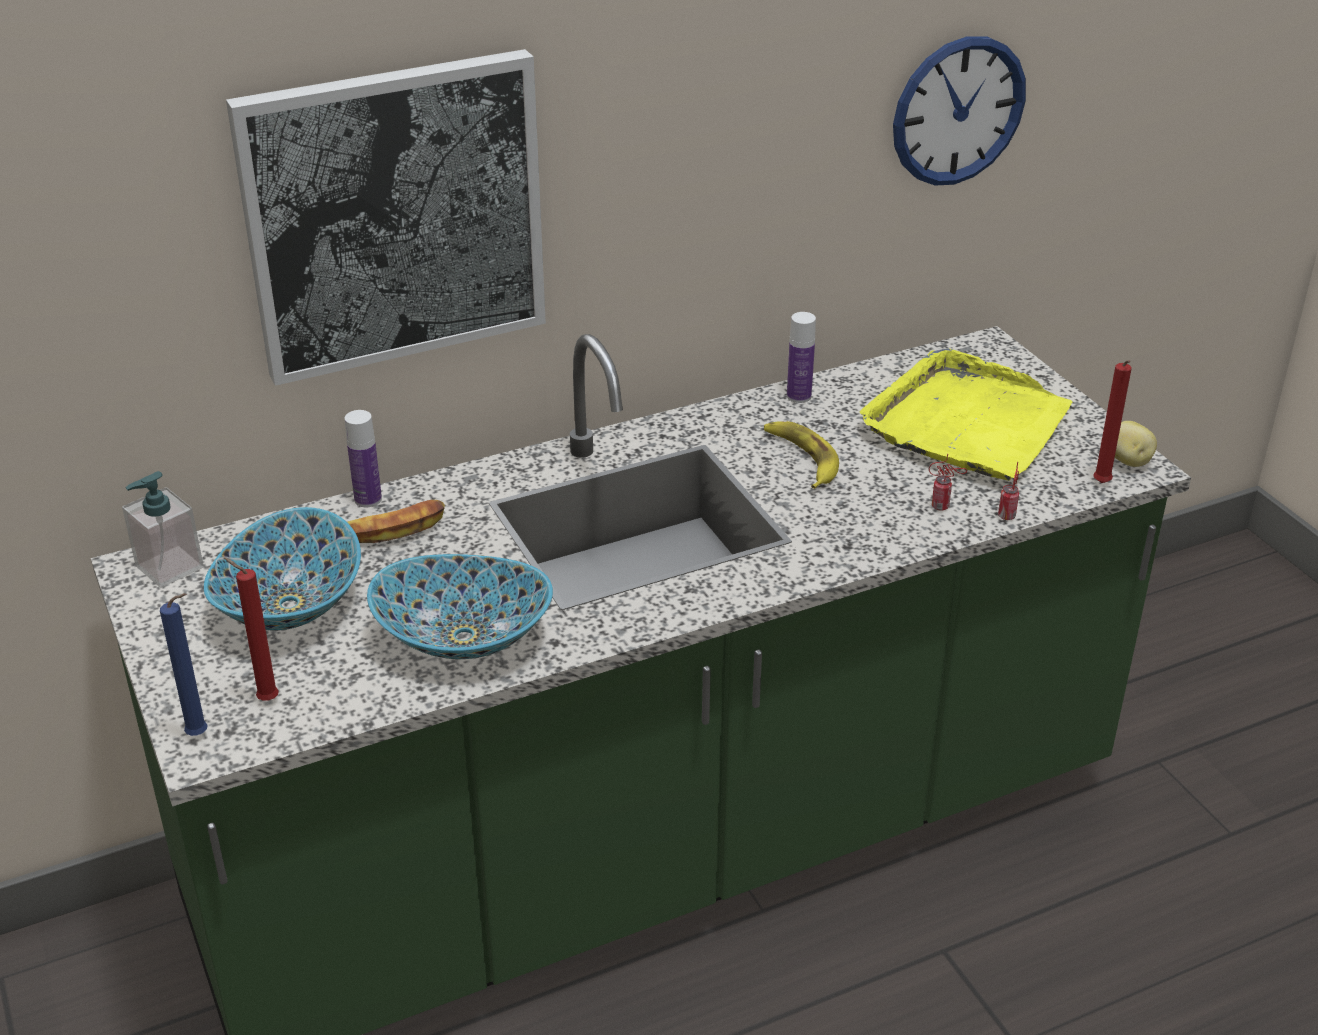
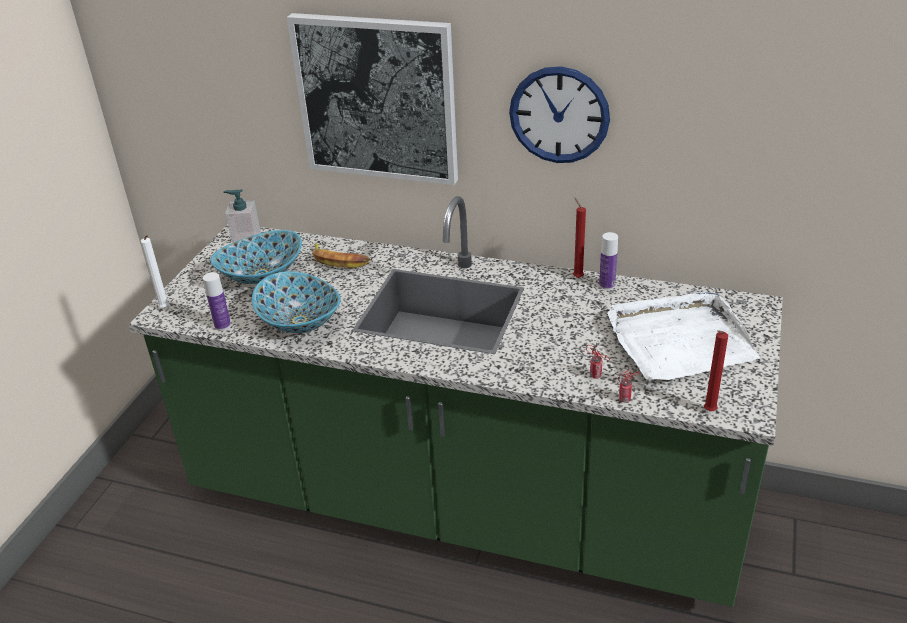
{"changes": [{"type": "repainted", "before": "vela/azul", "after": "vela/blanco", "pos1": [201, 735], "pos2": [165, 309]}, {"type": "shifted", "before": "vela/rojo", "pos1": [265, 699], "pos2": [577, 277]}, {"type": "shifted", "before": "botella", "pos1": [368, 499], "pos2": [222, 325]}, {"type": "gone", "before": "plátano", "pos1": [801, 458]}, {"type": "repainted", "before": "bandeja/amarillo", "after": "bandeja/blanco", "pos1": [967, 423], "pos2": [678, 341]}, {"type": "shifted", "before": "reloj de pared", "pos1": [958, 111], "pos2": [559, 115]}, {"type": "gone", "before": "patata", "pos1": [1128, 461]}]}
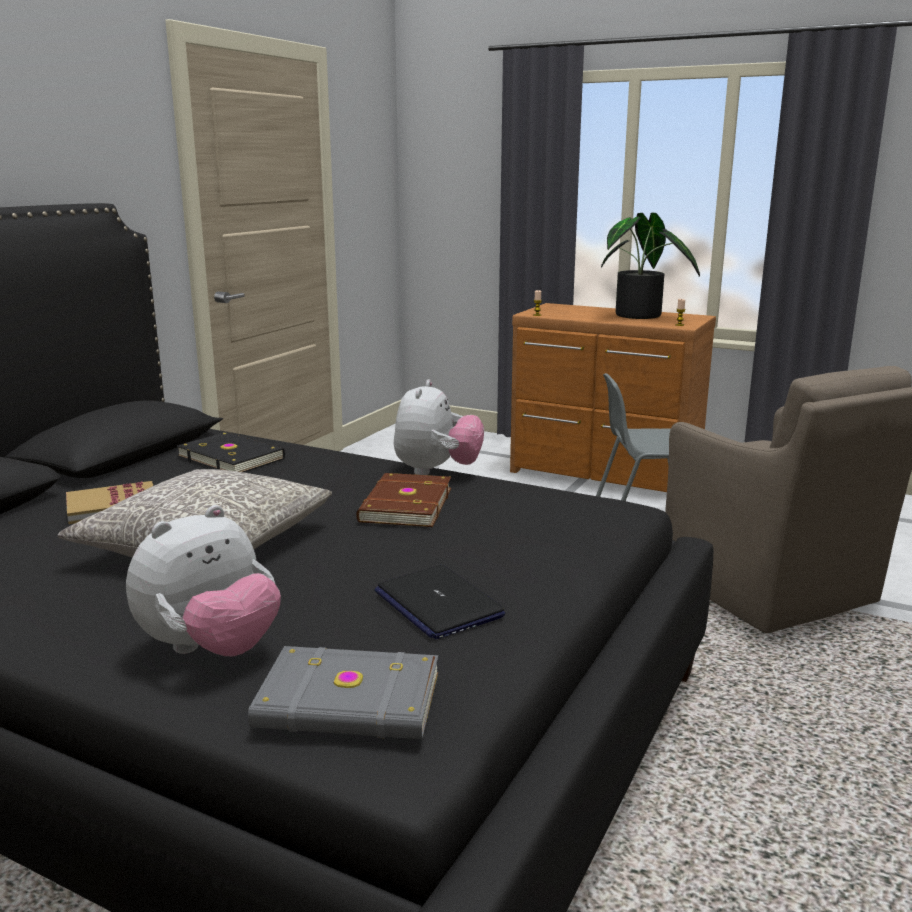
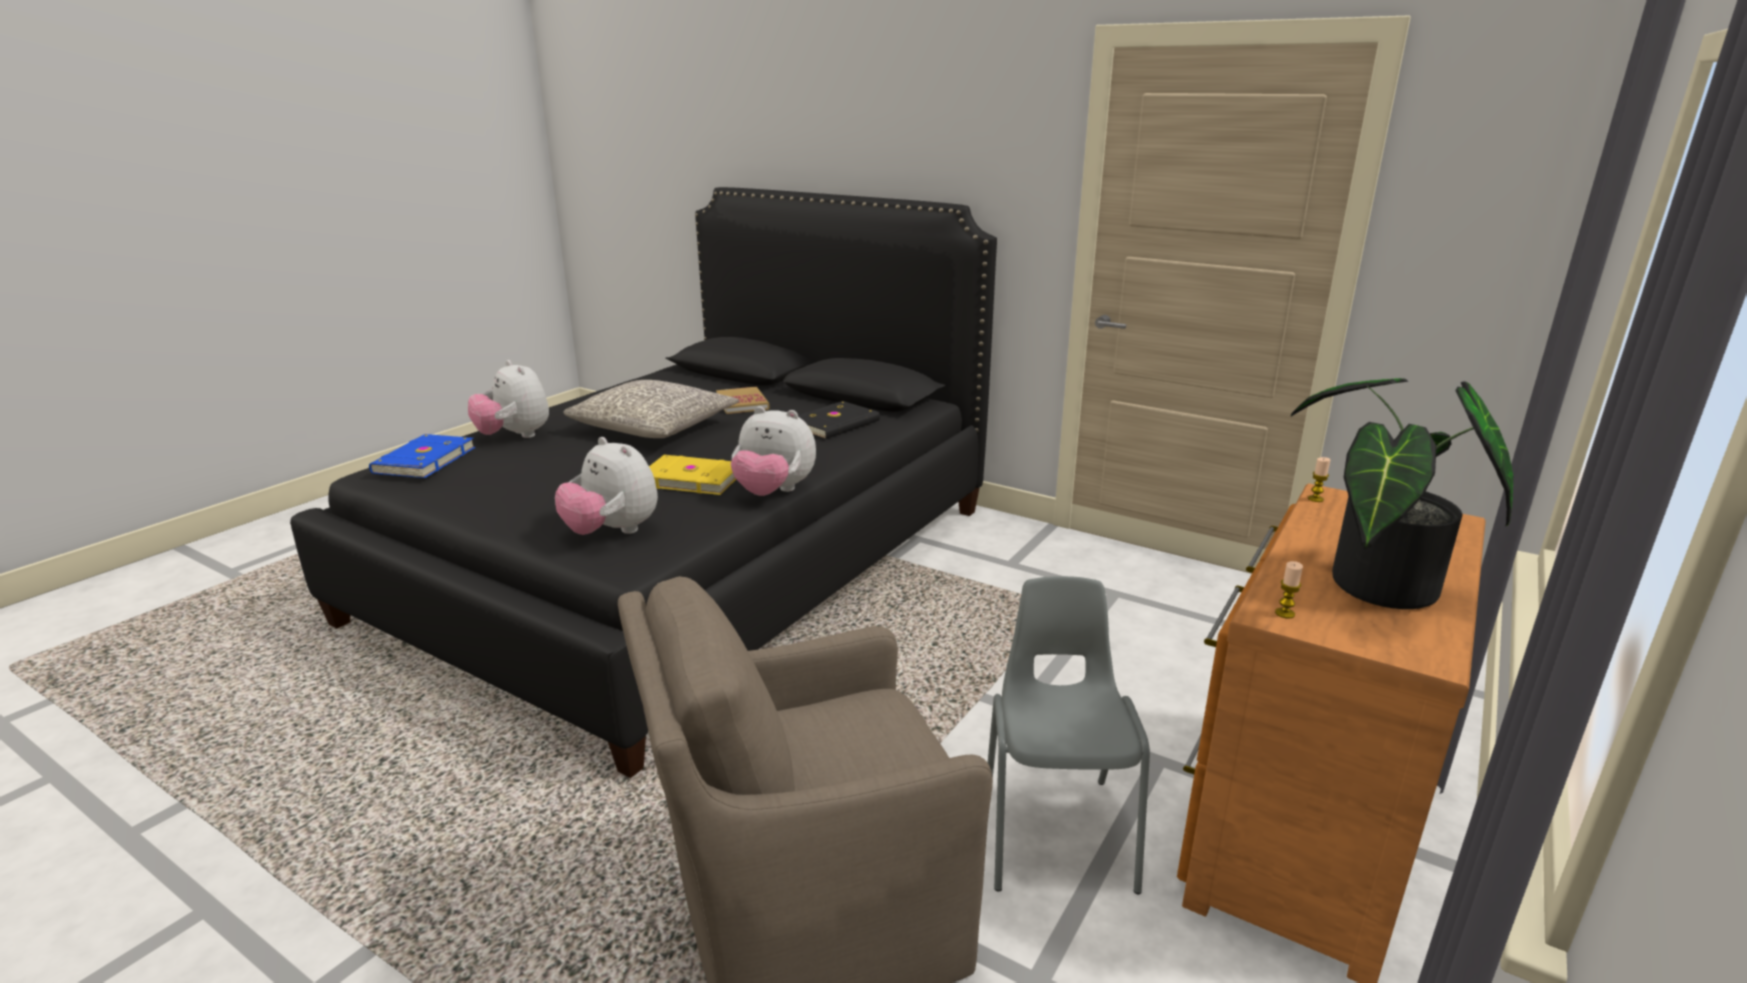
{"changes": [{"type": "repainted", "before": "libro/gris", "after": "libro/azul", "pos1": [349, 702], "pos2": [422, 460]}, {"type": "repainted", "before": "libro/marrón", "after": "libro/amarillo", "pos1": [404, 505], "pos2": [692, 478]}, {"type": "gone", "before": "portátil", "pos1": [437, 604]}, {"type": "new", "after": "peluche", "pos2": [612, 532]}]}
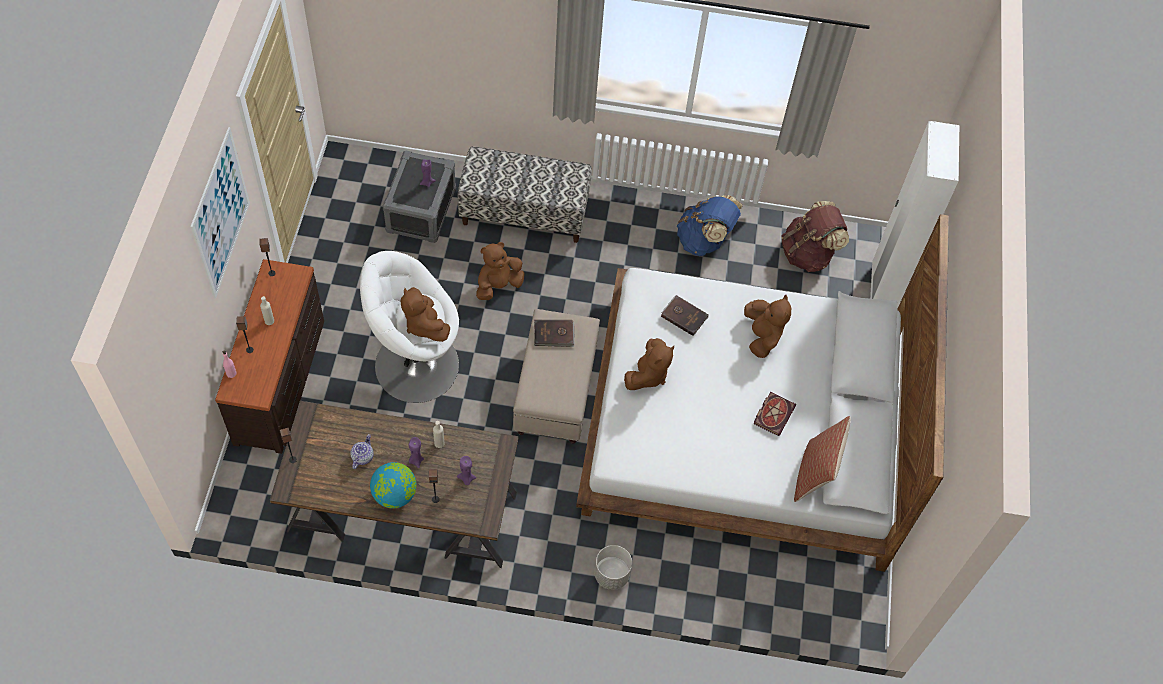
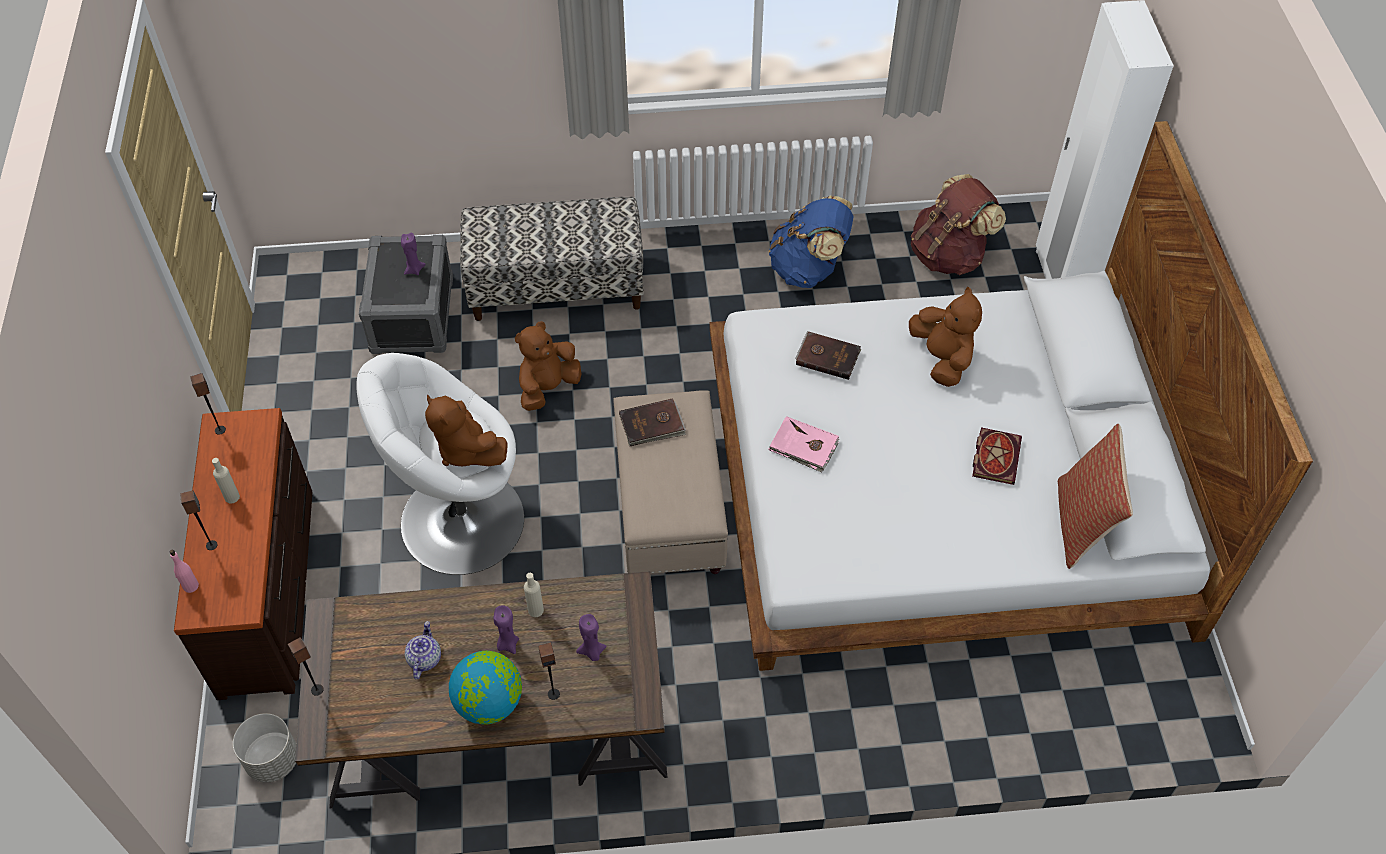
{"changes": [{"type": "gone", "before": "cuadro", "pos1": [221, 213]}, {"type": "shifted", "before": "maceta/gris", "pos1": [611, 575], "pos2": [272, 760]}, {"type": "swapped", "before": "peluche/marrón", "after": "libro/rosa", "pos1": [648, 375], "pos2": [804, 446]}]}
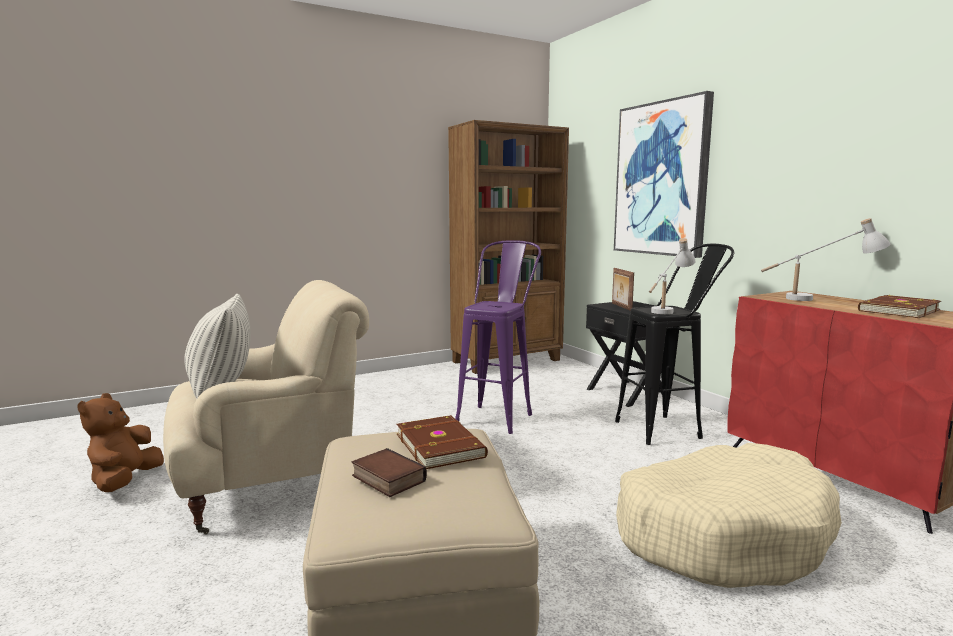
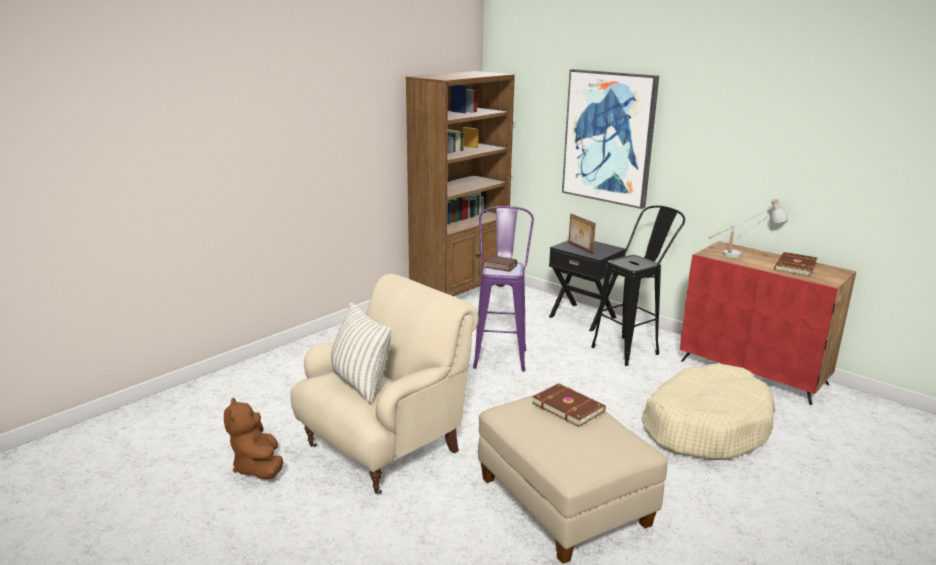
{"changes": [{"type": "shifted", "before": "libro", "pos1": [386, 479], "pos2": [500, 267]}, {"type": "gone", "before": "lámpara de mesa/blanco", "pos1": [668, 310]}]}
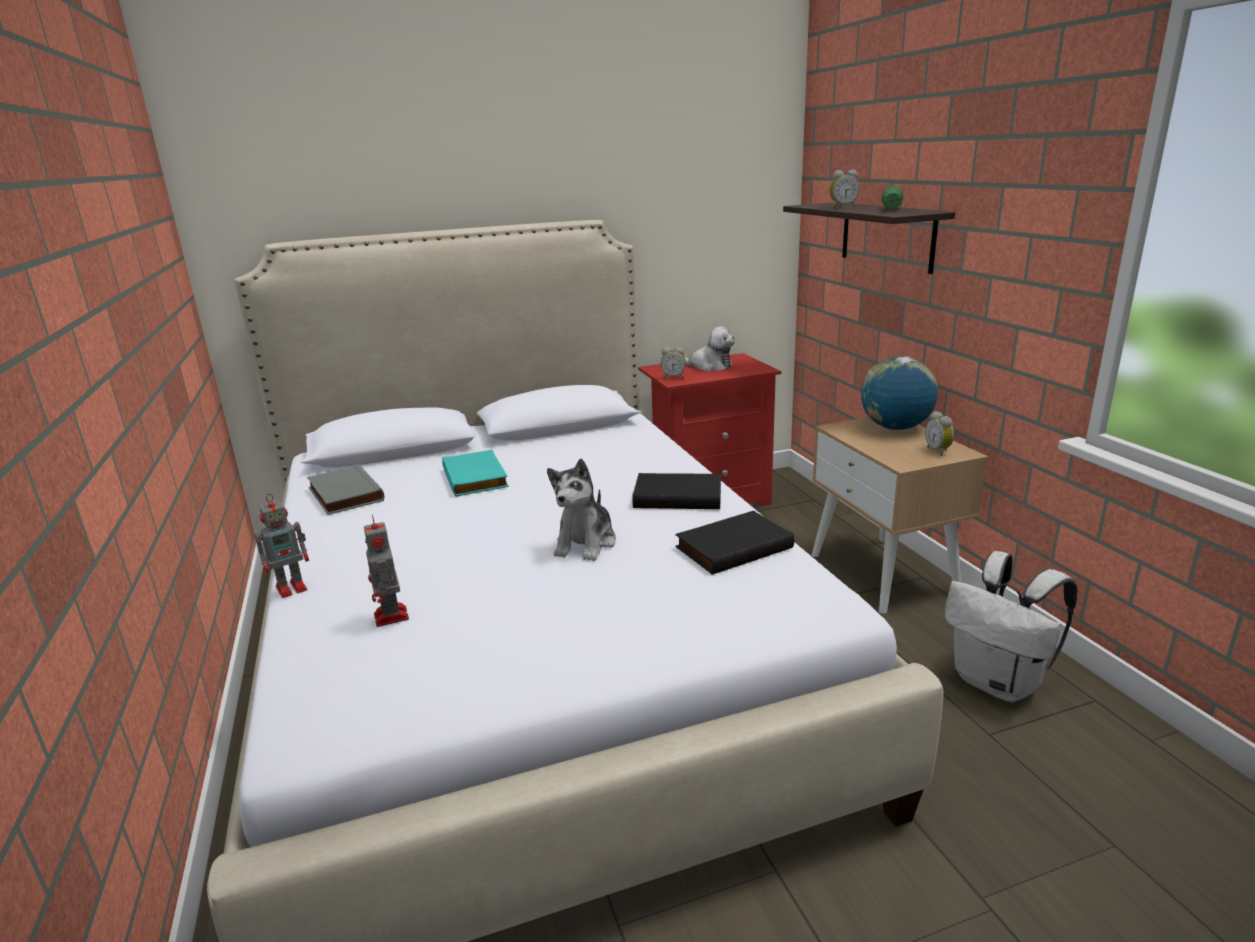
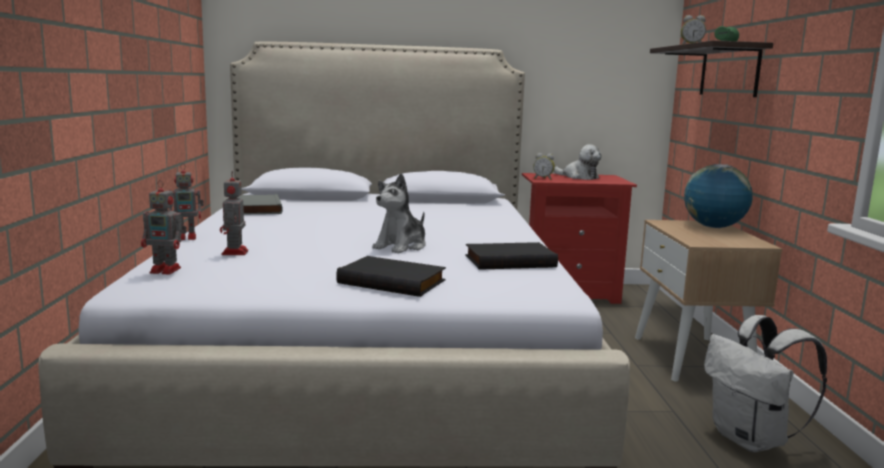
{"changes": [{"type": "gone", "before": "libro/turquesa", "pos1": [477, 477]}, {"type": "shifted", "before": "libro/negro", "pos1": [678, 496], "pos2": [393, 281]}, {"type": "gone", "before": "despertador", "pos1": [939, 451]}, {"type": "new", "after": "robot de juguete", "pos2": [167, 270]}]}
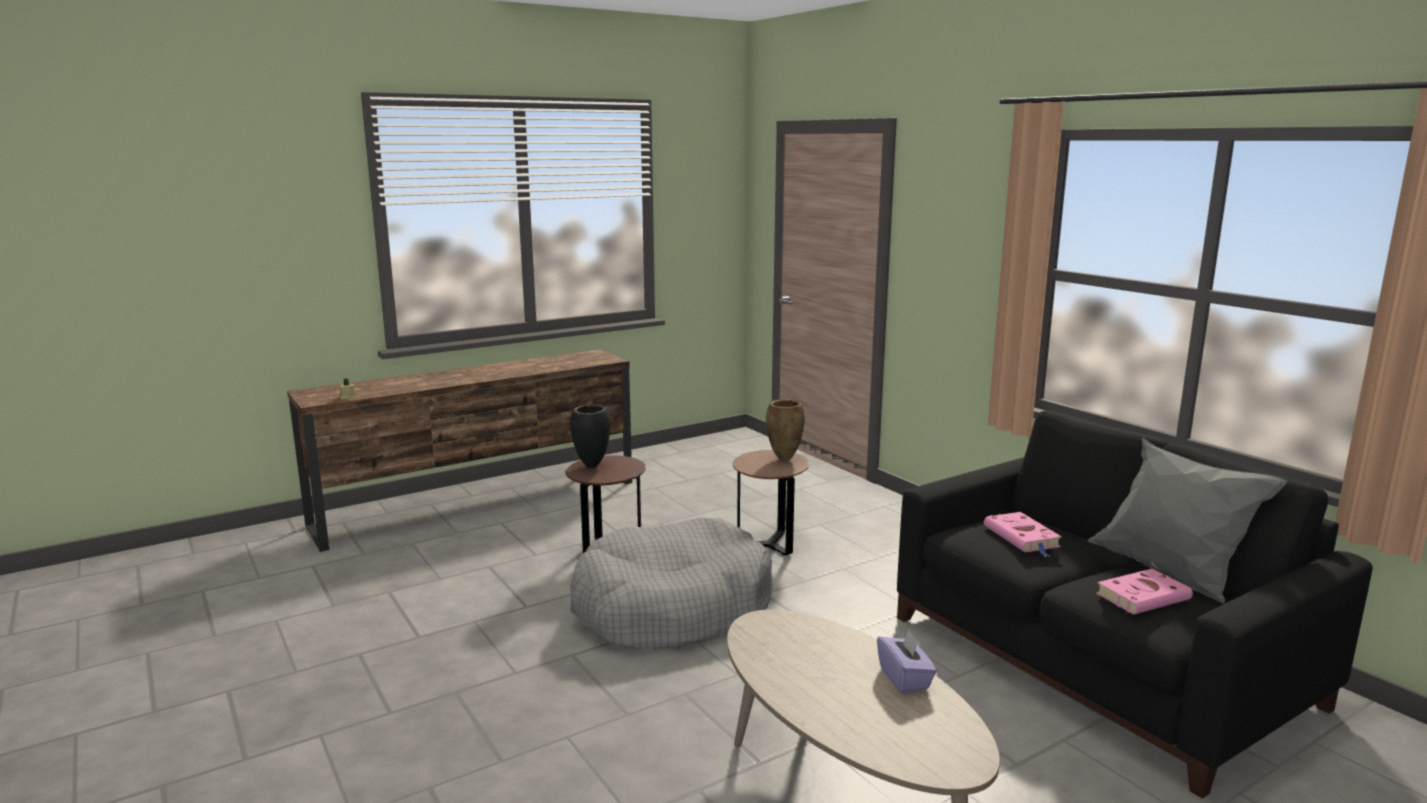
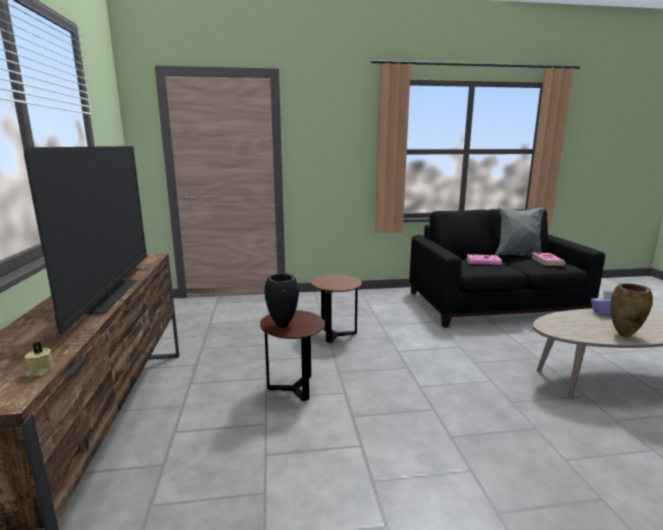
{"changes": [{"type": "gone", "before": "cama para perro/gris", "pos1": [672, 608]}, {"type": "shifted", "before": "florero/marrón", "pos1": [783, 460], "pos2": [624, 336]}, {"type": "new", "after": "televisor", "pos2": [113, 296]}]}
